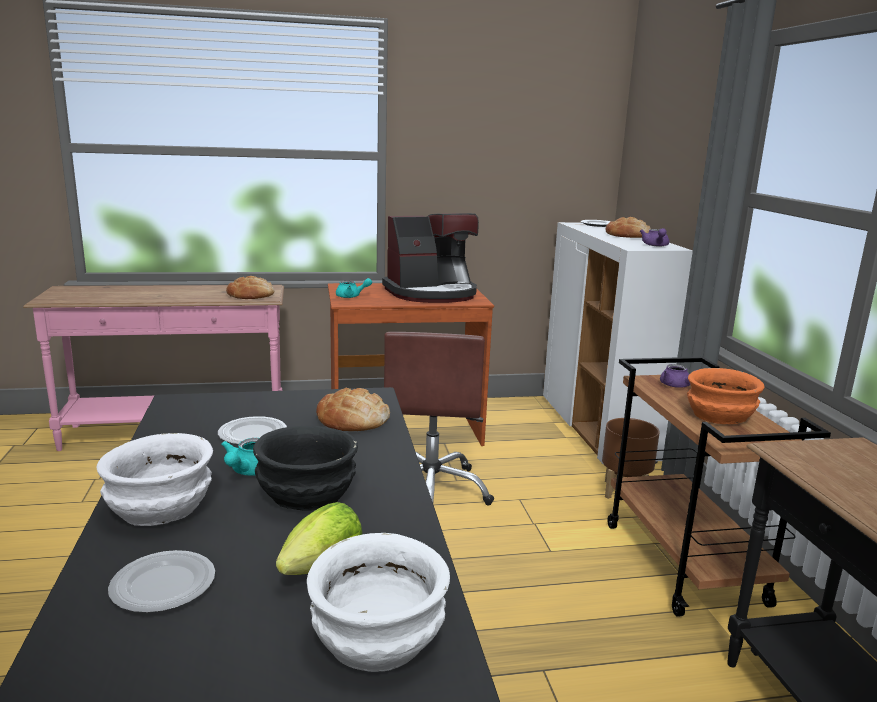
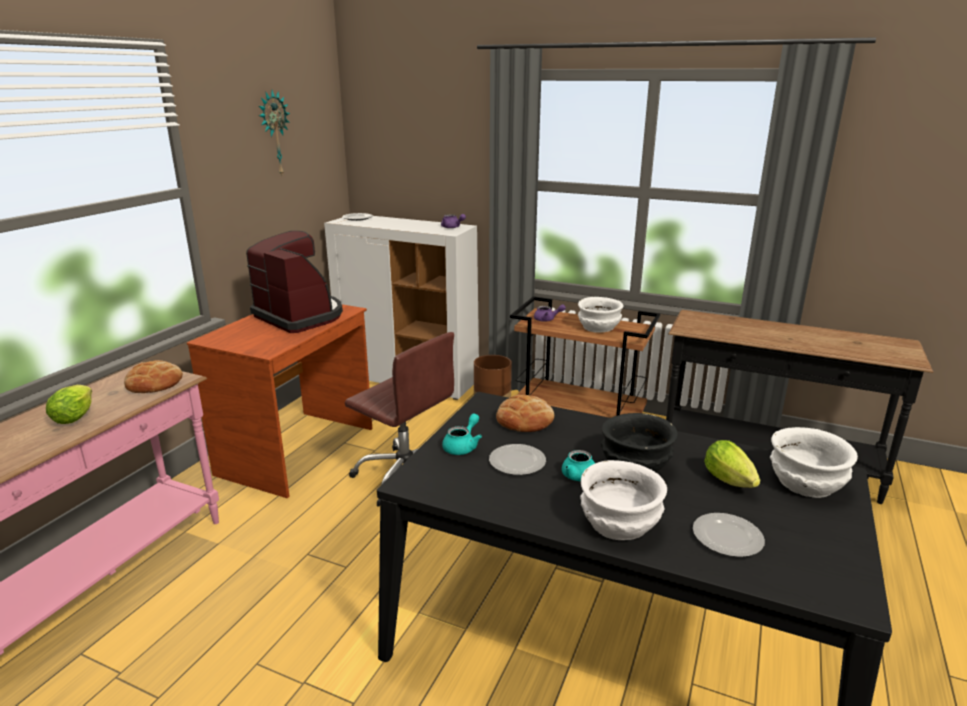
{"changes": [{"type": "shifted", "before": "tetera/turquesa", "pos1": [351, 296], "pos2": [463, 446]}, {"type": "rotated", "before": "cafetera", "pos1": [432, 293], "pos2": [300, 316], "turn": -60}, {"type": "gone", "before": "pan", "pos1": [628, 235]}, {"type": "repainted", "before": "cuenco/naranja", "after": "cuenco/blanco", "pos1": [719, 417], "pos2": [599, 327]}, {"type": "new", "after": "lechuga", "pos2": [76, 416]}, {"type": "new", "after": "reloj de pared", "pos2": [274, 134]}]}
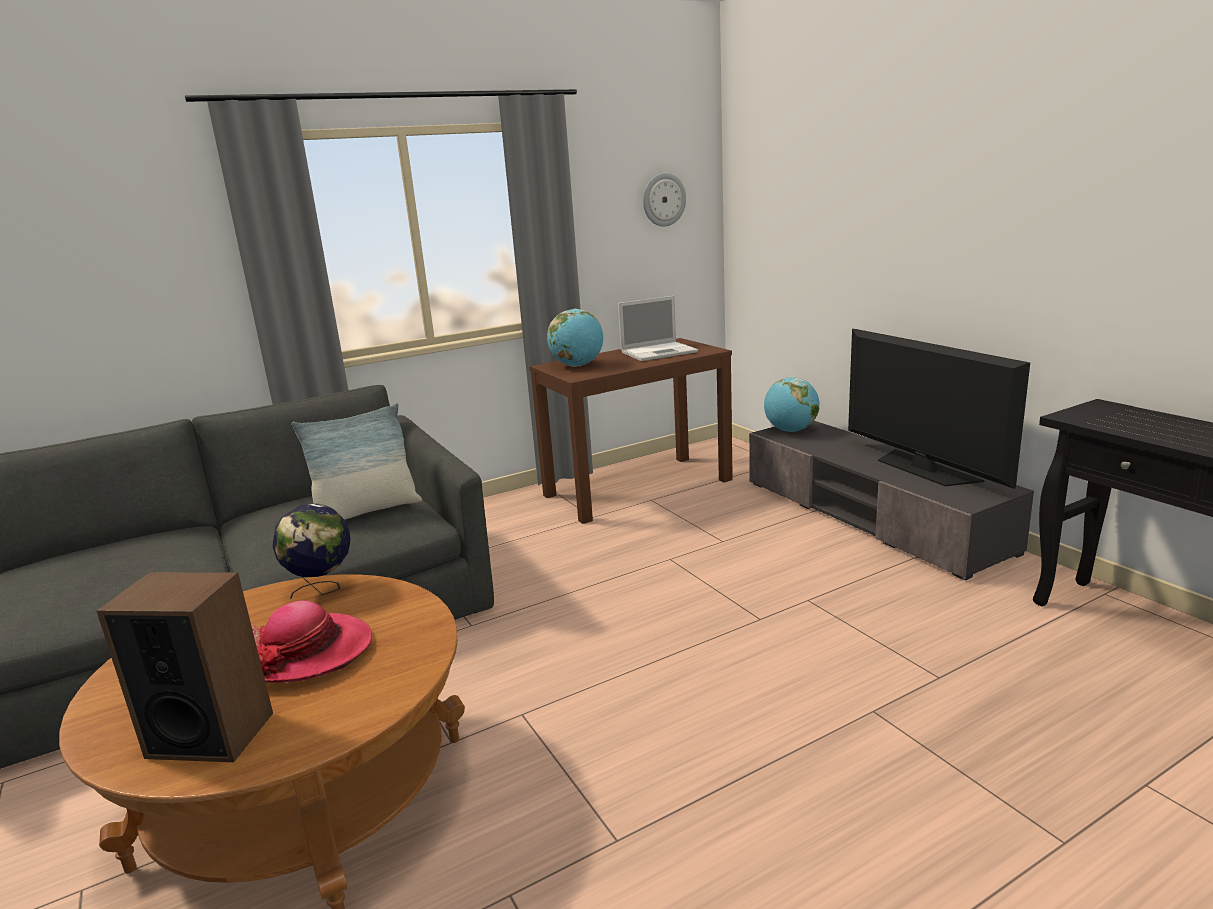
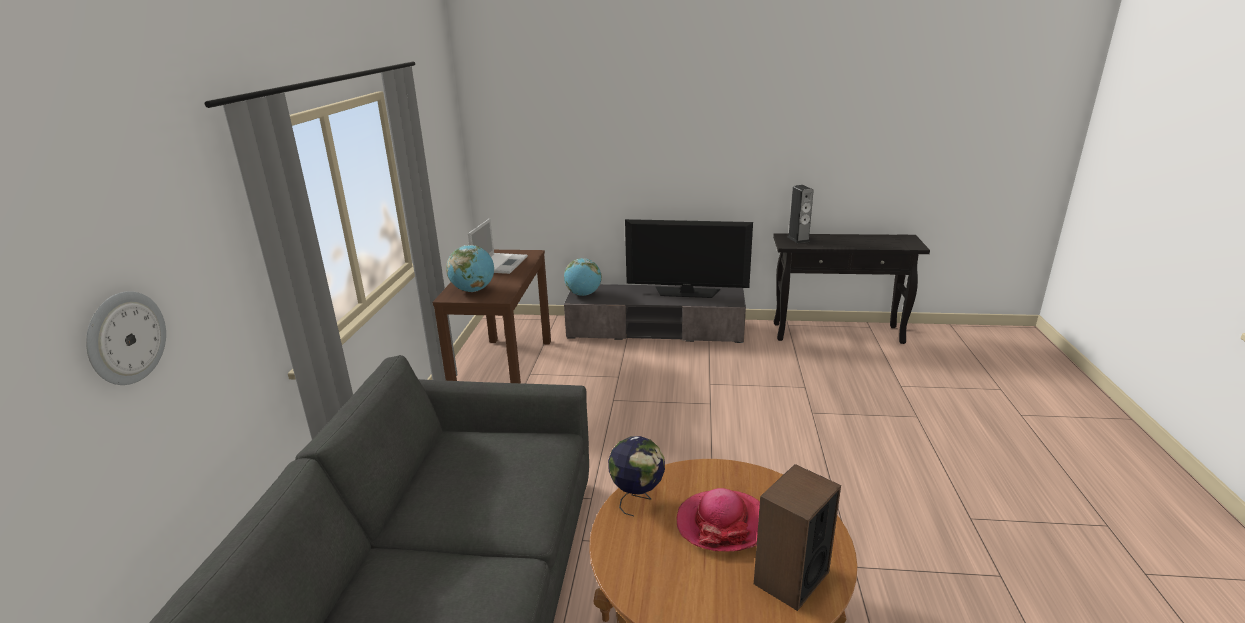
{"changes": [{"type": "gone", "before": "cojín", "pos1": [367, 512]}, {"type": "shifted", "before": "reloj de pared", "pos1": [663, 200], "pos2": [125, 338]}, {"type": "new", "after": "altavoz", "pos2": [798, 239]}]}
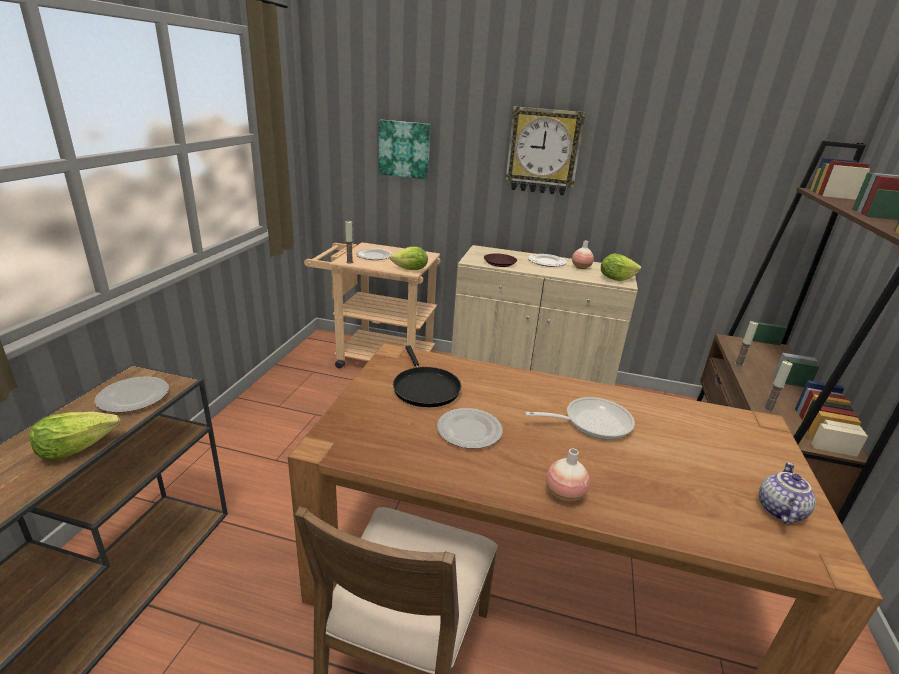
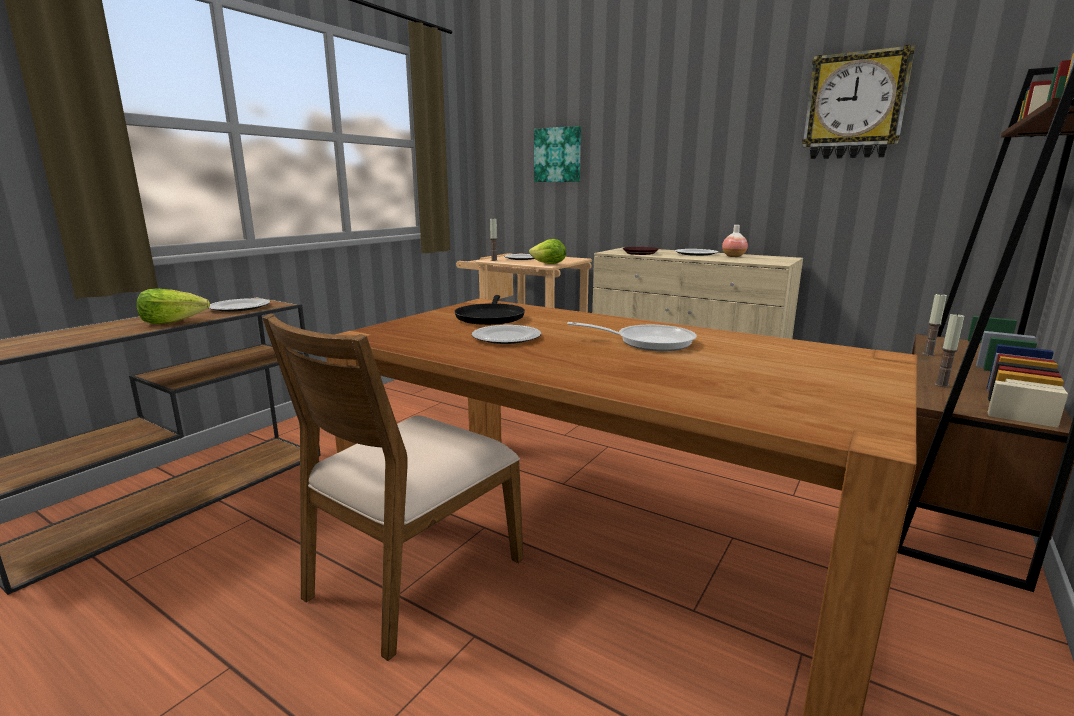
{"changes": [{"type": "shifted", "before": "reloj de pared", "pos1": [543, 151], "pos2": [854, 106]}, {"type": "gone", "before": "florero", "pos1": [564, 493]}, {"type": "gone", "before": "lechuga", "pos1": [616, 279]}, {"type": "gone", "before": "tetera", "pos1": [778, 509]}]}
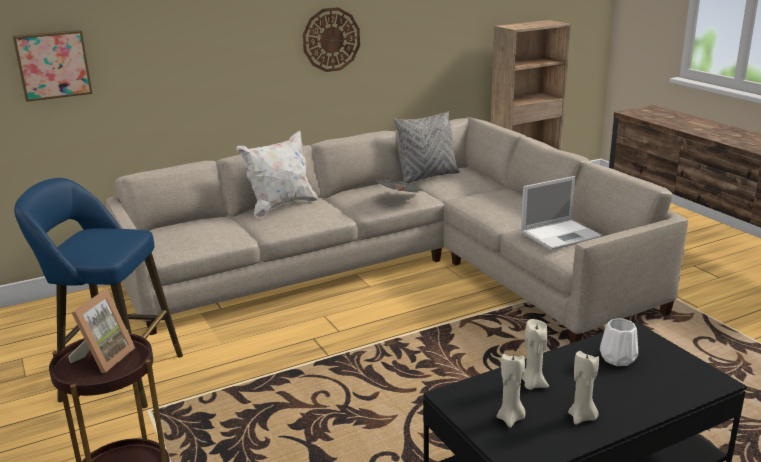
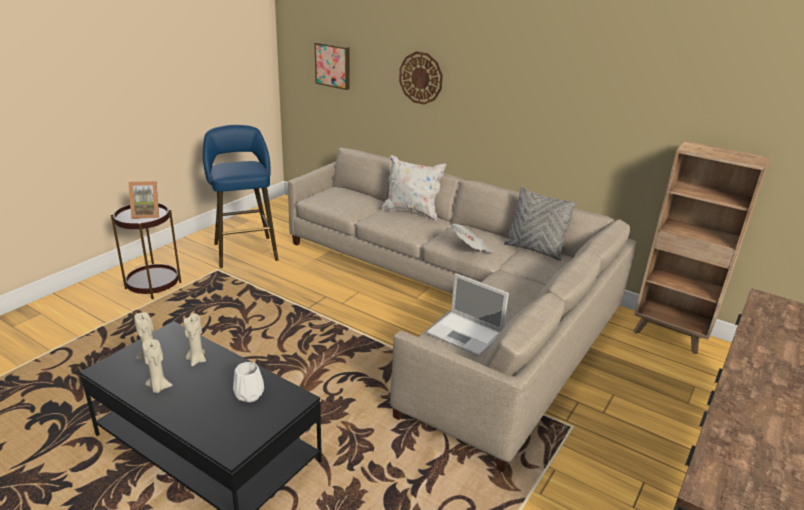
{"changes": [{"type": "shifted", "before": "reloj de pared", "pos1": [331, 39], "pos2": [421, 78]}]}
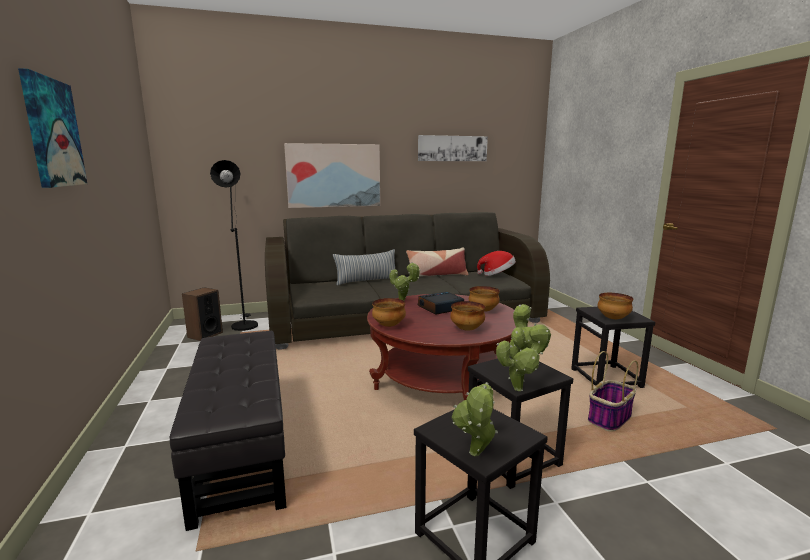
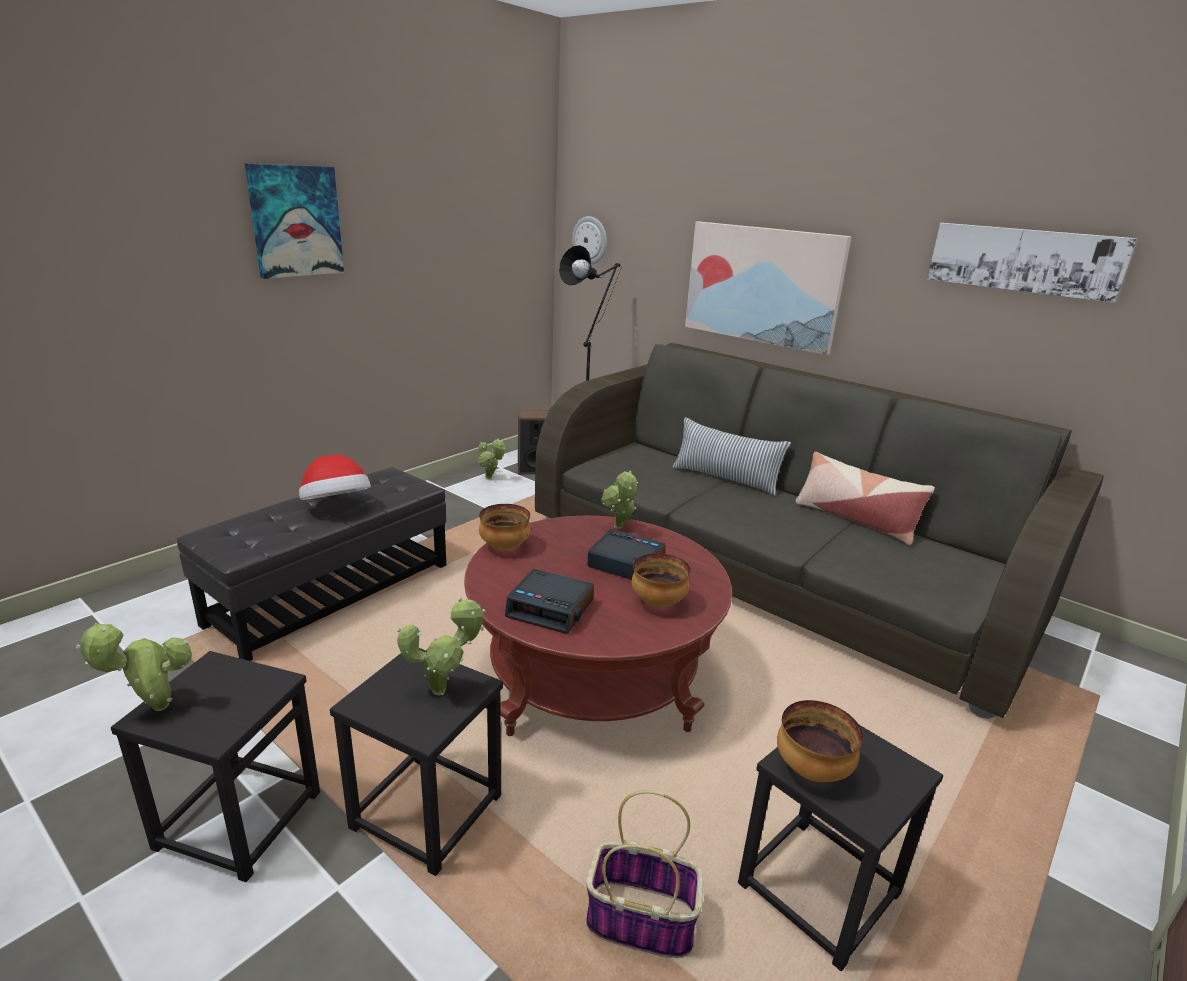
{"changes": [{"type": "swapped", "before": "cuenco", "after": "despertador", "pos1": [467, 329], "pos2": [551, 609]}, {"type": "shifted", "before": "sombrero", "pos1": [497, 275], "pos2": [336, 506]}, {"type": "shifted", "before": "planta en maceta", "pos1": [521, 388], "pos2": [490, 478]}, {"type": "new", "after": "reloj de pared", "pos2": [590, 240]}]}
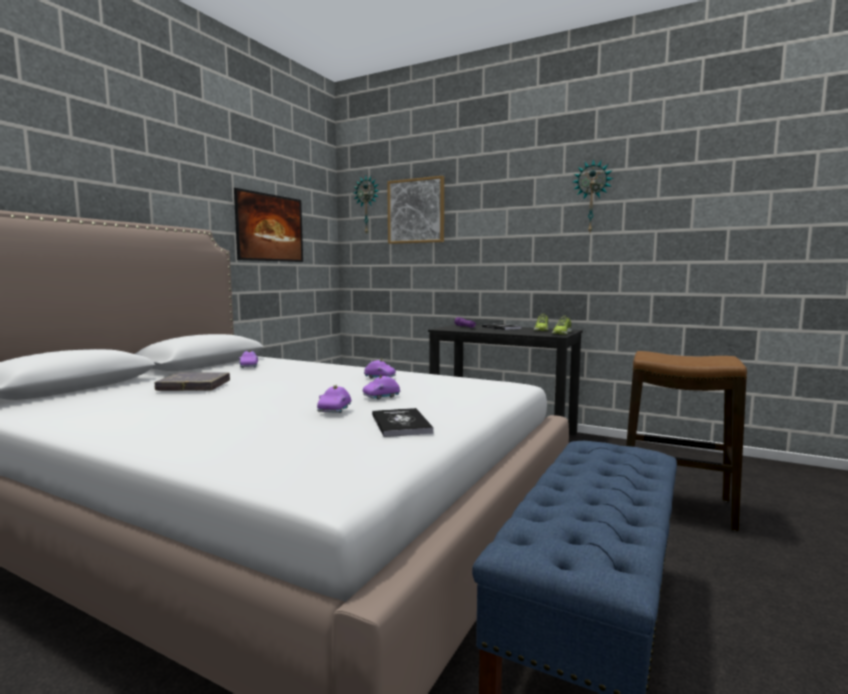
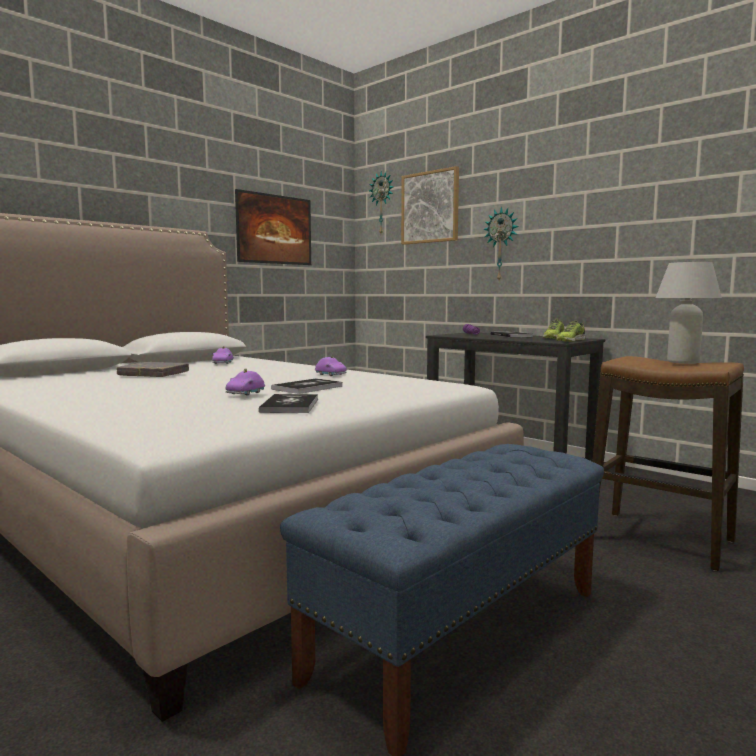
{"changes": [{"type": "swapped", "before": "coche de juguete/morado", "after": "libro", "pos1": [381, 397], "pos2": [307, 387]}, {"type": "shifted", "before": "reloj de pared", "pos1": [592, 197], "pos2": [501, 244]}, {"type": "new", "after": "lámpara de mesa/blanco", "pos2": [683, 362]}]}
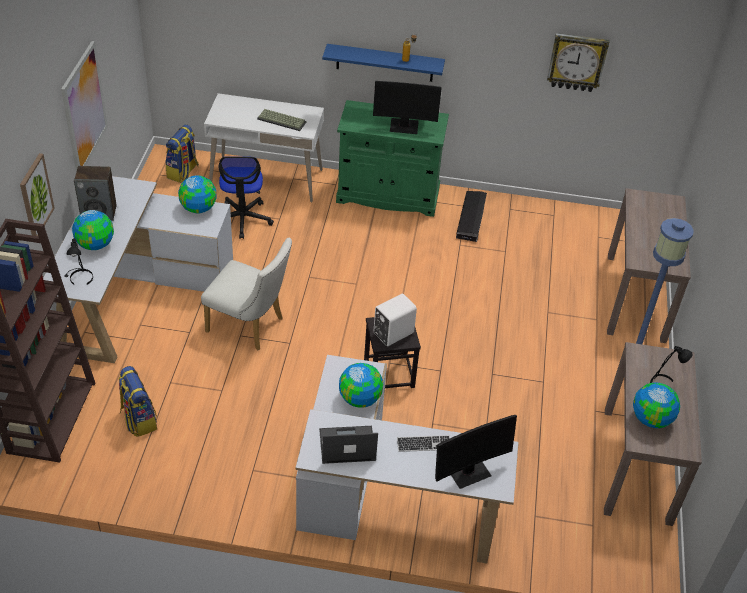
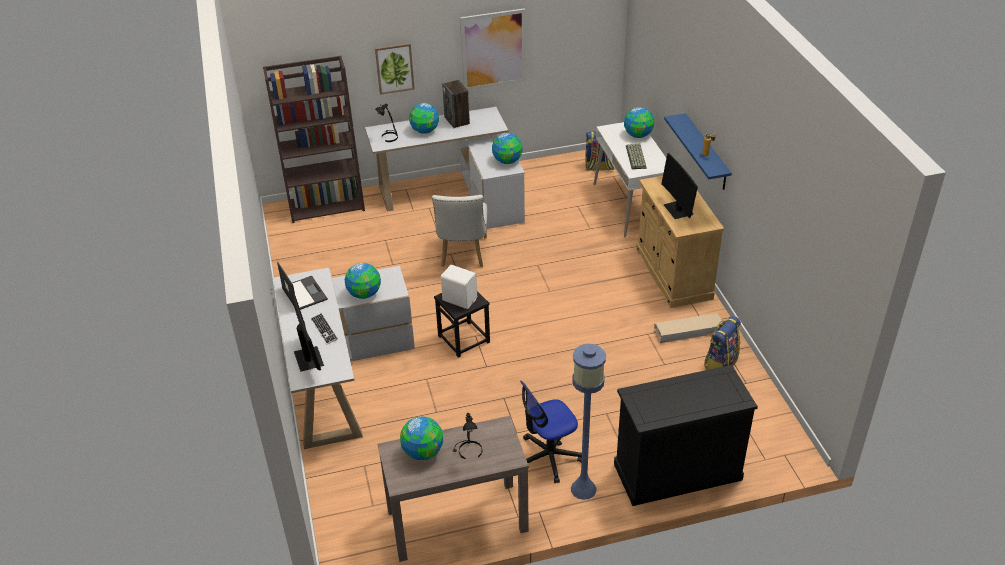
{"changes": [{"type": "shifted", "before": "mochila", "pos1": [138, 419], "pos2": [720, 363]}, {"type": "shifted", "before": "silla de oficina", "pos1": [242, 219], "pos2": [548, 457]}, {"type": "repainted", "before": "armario/verde", "after": "armario/beis", "pos1": [388, 195], "pos2": [673, 273]}, {"type": "rotated", "before": "monitor", "pos1": [468, 472], "pos2": [309, 359], "turn": -150}, {"type": "repainted", "before": "caja de almacenaje/negro", "after": "caja de almacenaje/beis", "pos1": [471, 219], "pos2": [688, 331]}, {"type": "gone", "before": "reloj de pared", "pos1": [577, 62]}, {"type": "swapped", "before": "mesa consola/marrón", "after": "armario/negro", "pos1": [636, 297], "pos2": [677, 471]}, {"type": "new", "after": "globo terráqueo", "pos2": [638, 135]}]}
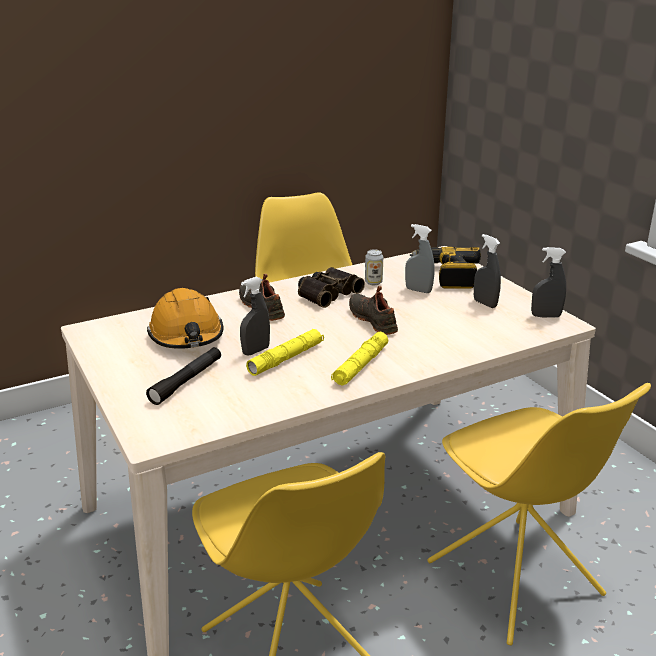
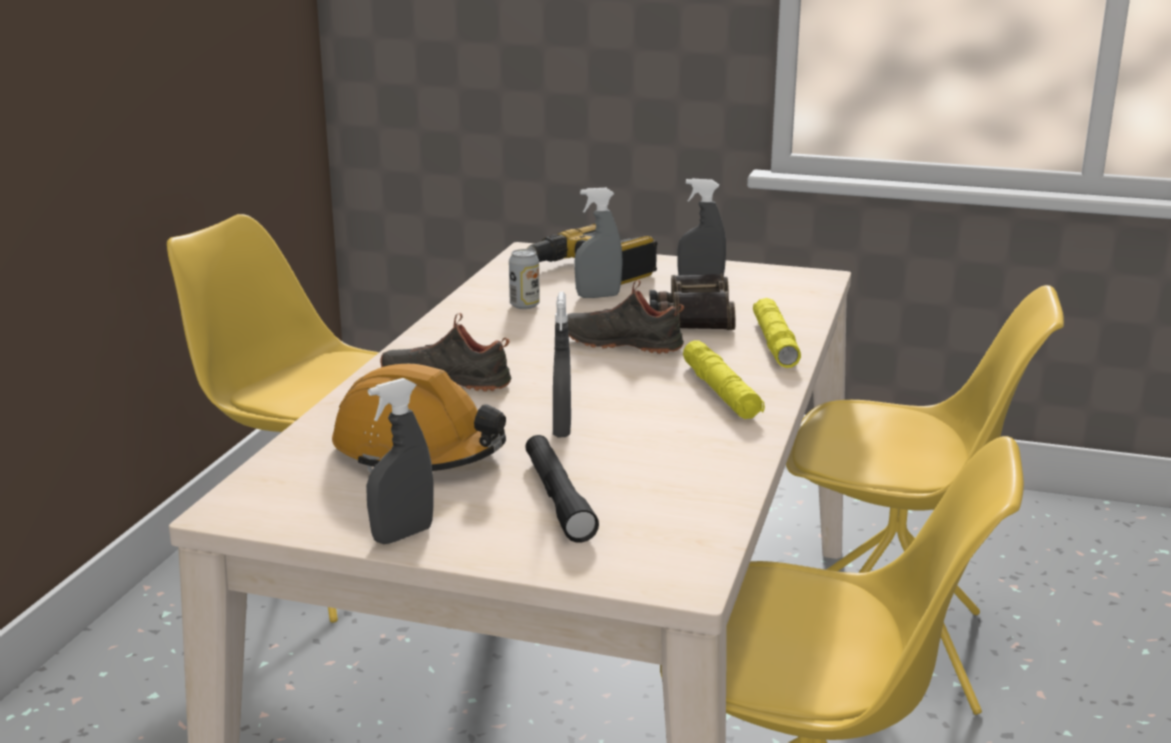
{"changes": [{"type": "shifted", "before": "linterna/amarillo", "pos1": [286, 358], "pos2": [775, 343]}, {"type": "shifted", "before": "prismáticos", "pos1": [327, 293], "pos2": [692, 315]}, {"type": "shifted", "before": "pulverizador/gris", "pos1": [545, 316], "pos2": [402, 535]}]}
